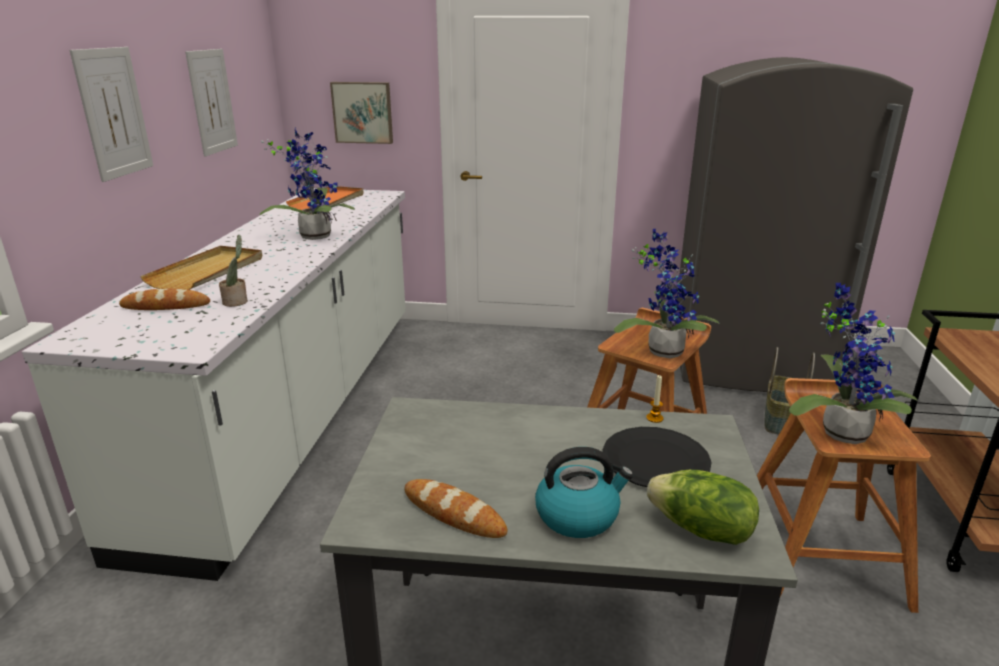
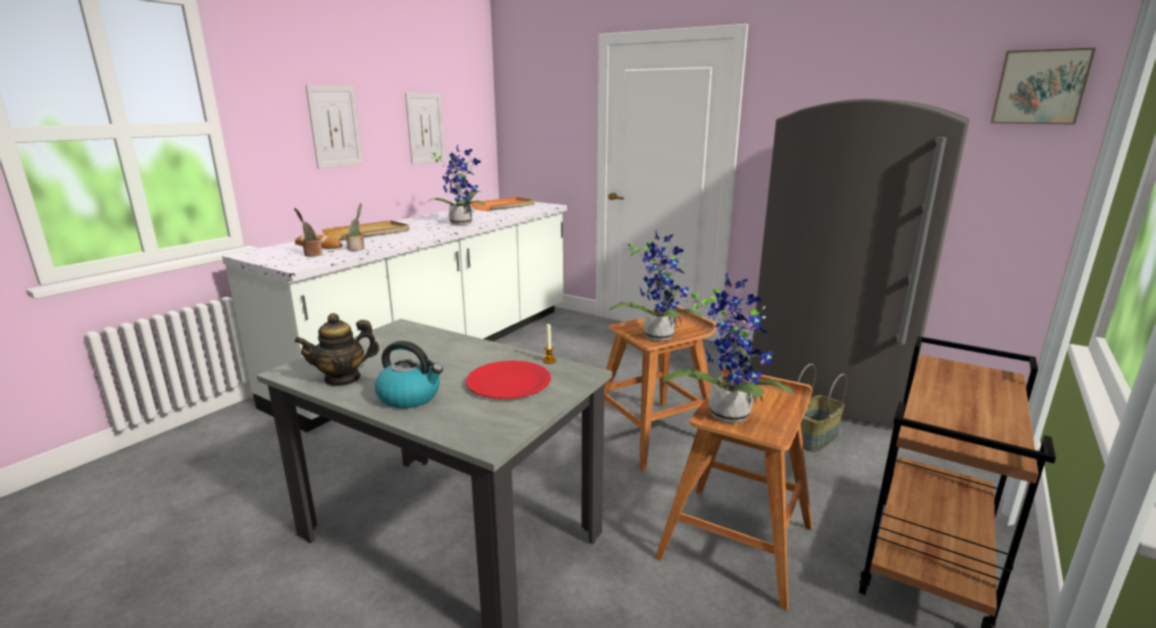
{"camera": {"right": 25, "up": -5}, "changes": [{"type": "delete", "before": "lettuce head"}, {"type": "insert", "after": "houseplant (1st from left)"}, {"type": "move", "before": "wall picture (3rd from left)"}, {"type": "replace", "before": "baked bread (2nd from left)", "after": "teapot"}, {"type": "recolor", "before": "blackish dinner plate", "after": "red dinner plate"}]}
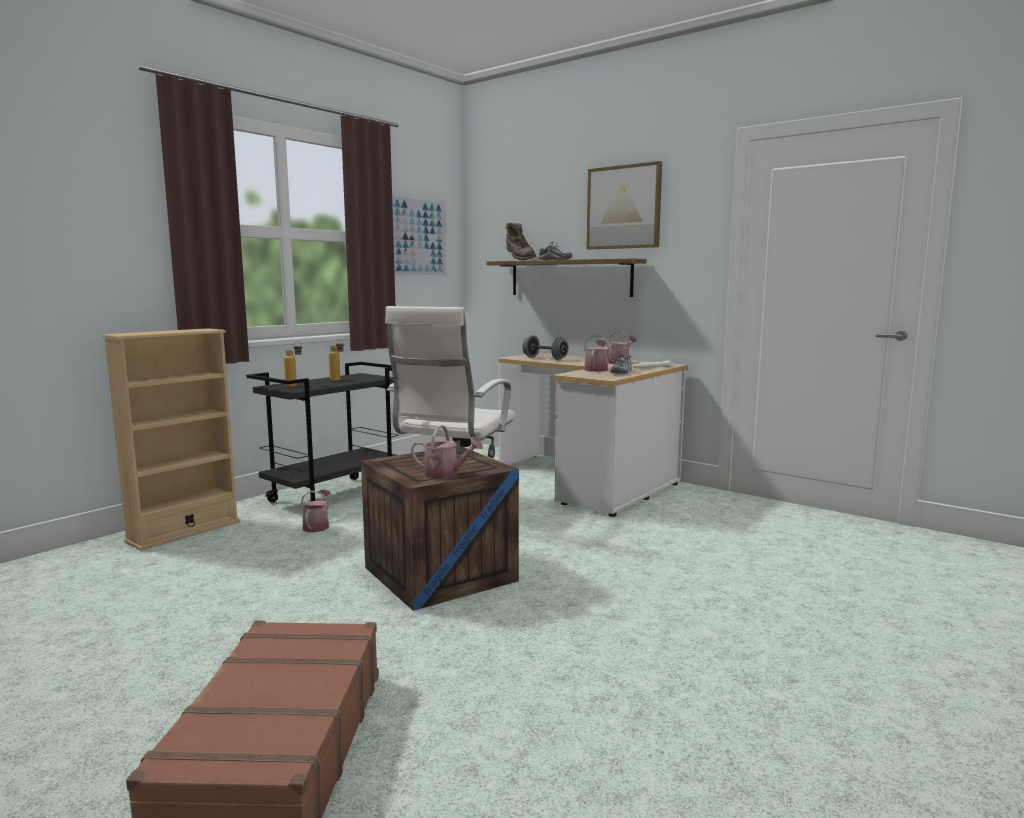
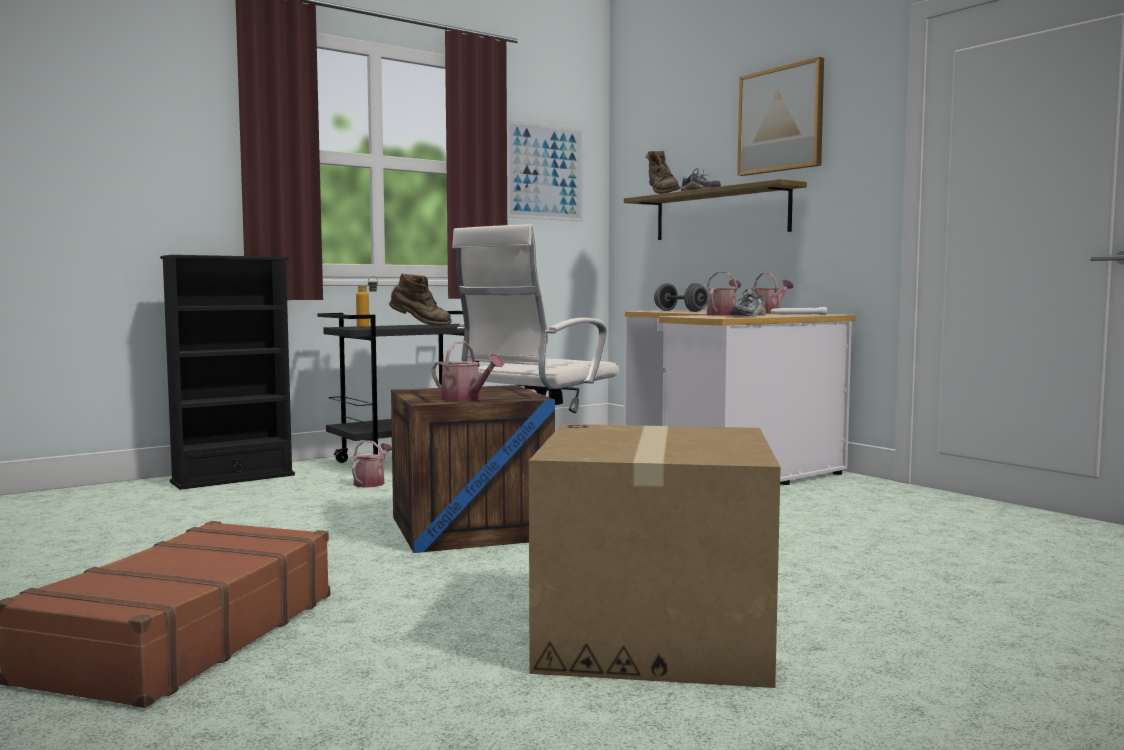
{"camera": {"right": 15, "up": -5}, "changes": [{"type": "insert", "after": "carton"}, {"type": "replace", "before": "beverage bottle (2nd from left)", "after": "brown tall boot (1st from left)"}, {"type": "recolor", "before": "sand-coloured bookcase", "after": "blackish bookcase"}]}
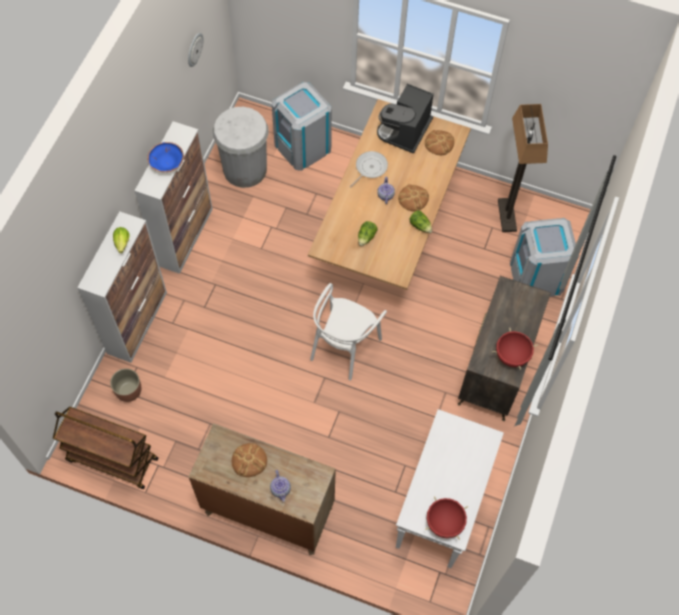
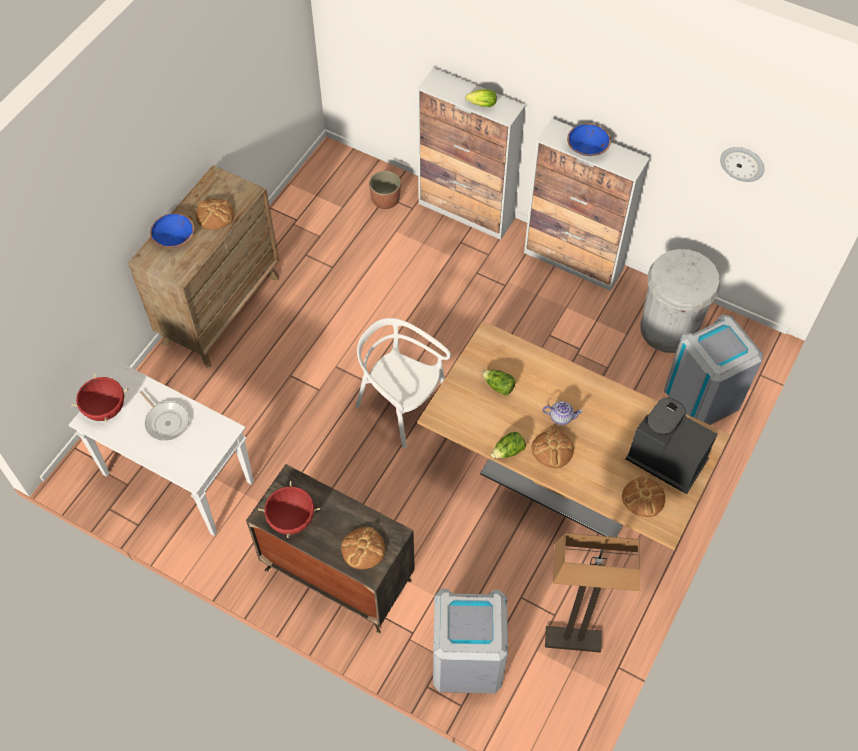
{"camera": {"right": 100, "up": -5}, "changes": [{"type": "delete", "before": "brown wheeled cart"}, {"type": "insert", "after": "baked bread (2nd from left)"}, {"type": "move", "before": "frying pan"}, {"type": "replace", "before": "teapot (1st from left)", "after": "blue deep dish (1st from left)"}]}
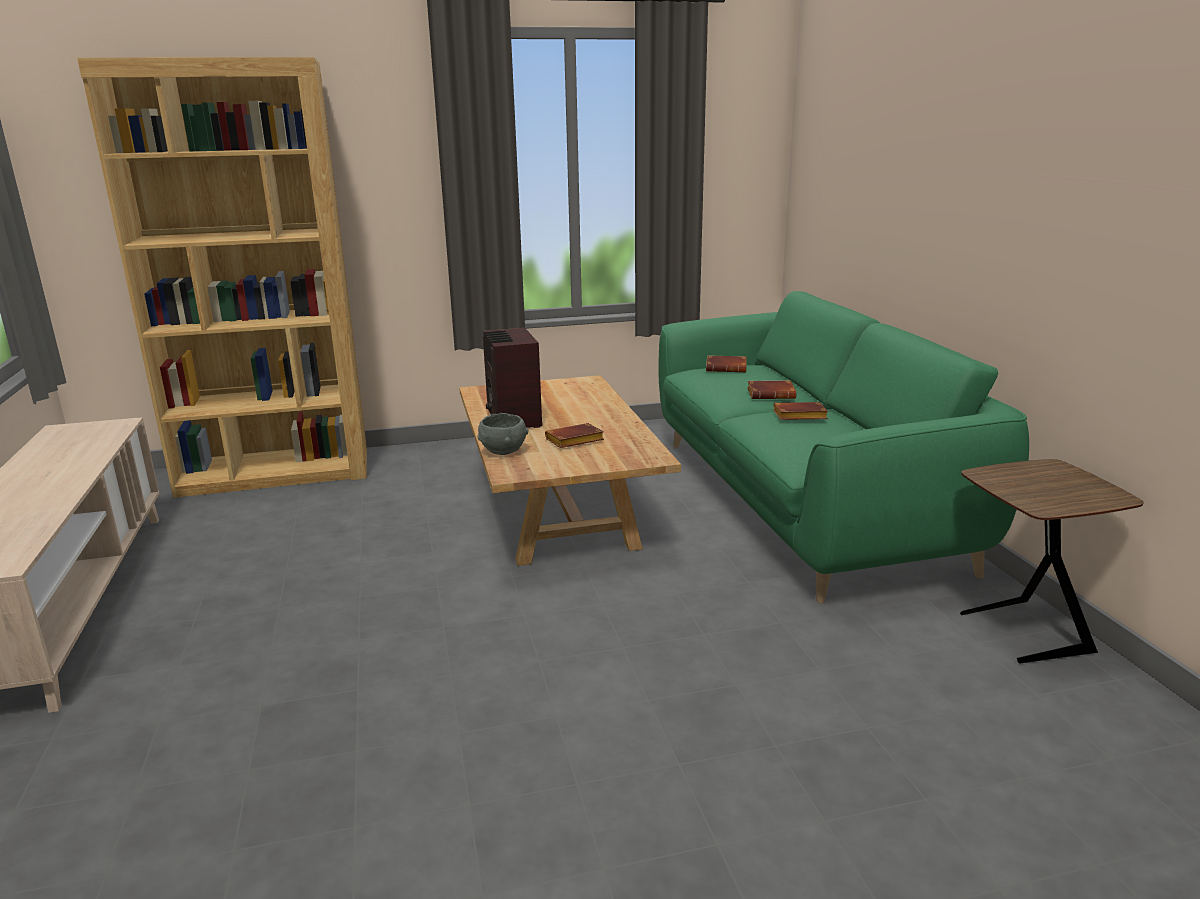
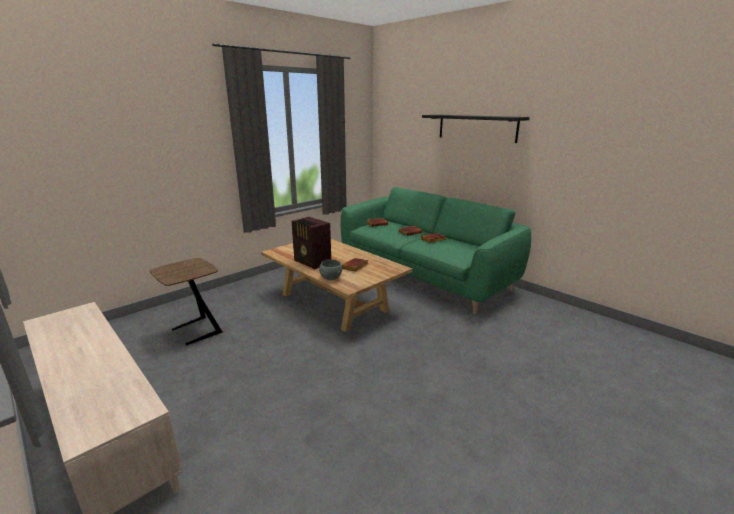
{"camera": {"right": -30, "up": 0}, "changes": [{"type": "delete", "before": "brown bookcase"}, {"type": "insert", "after": "blackish bracket shelf"}, {"type": "move", "before": "brown accent table"}]}
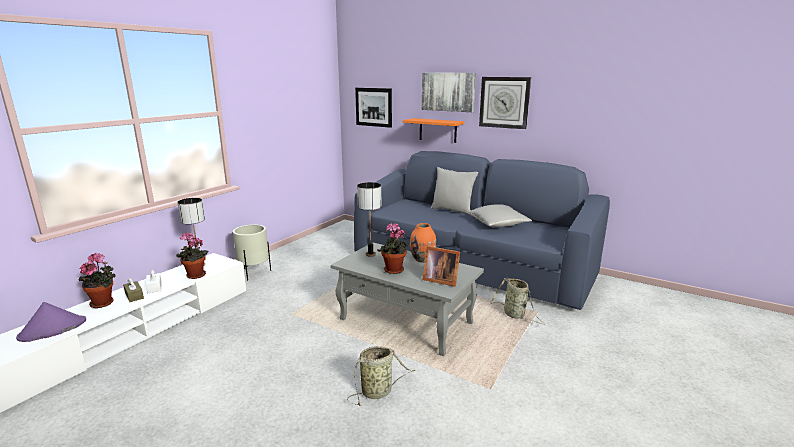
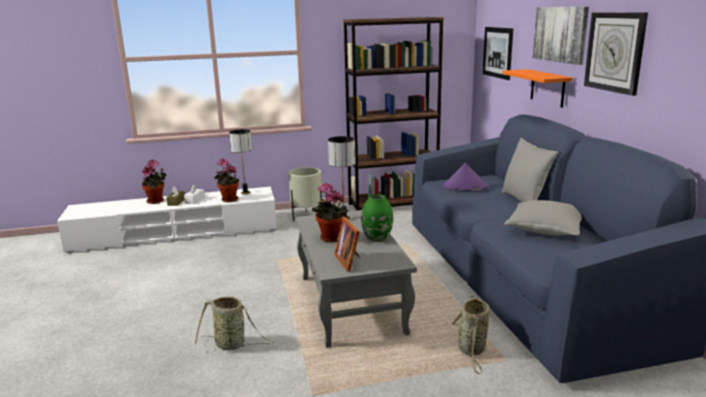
{"camera": {"right": 45, "up": 0}, "changes": [{"type": "insert", "after": "brown bookcase"}, {"type": "move", "before": "purplish hat"}, {"type": "recolor", "before": "orangey flower vase", "after": "green flower vase"}]}
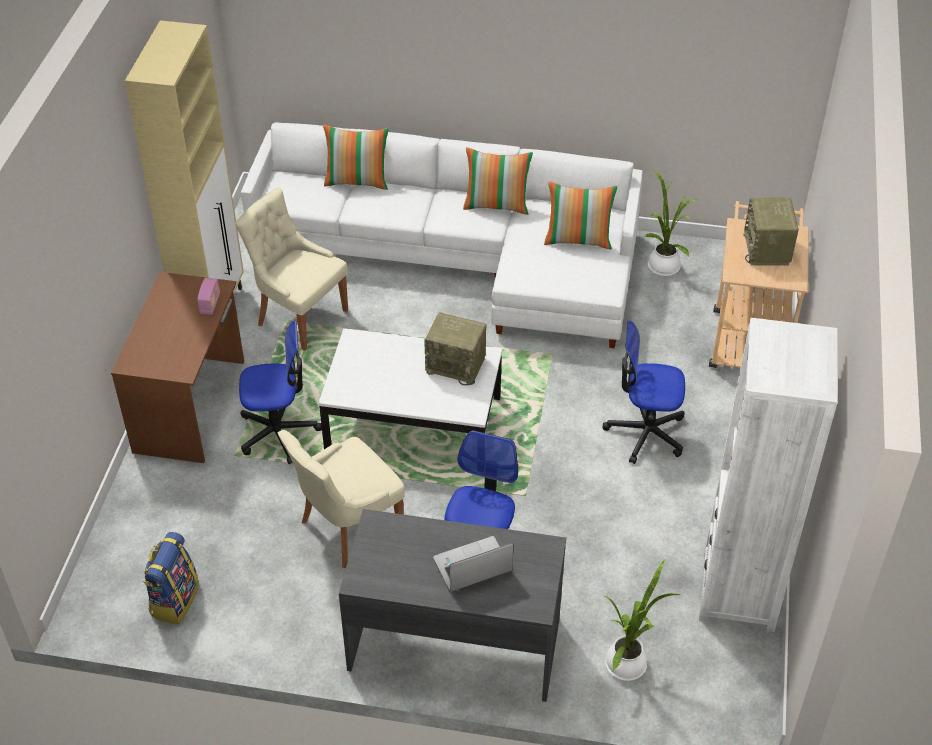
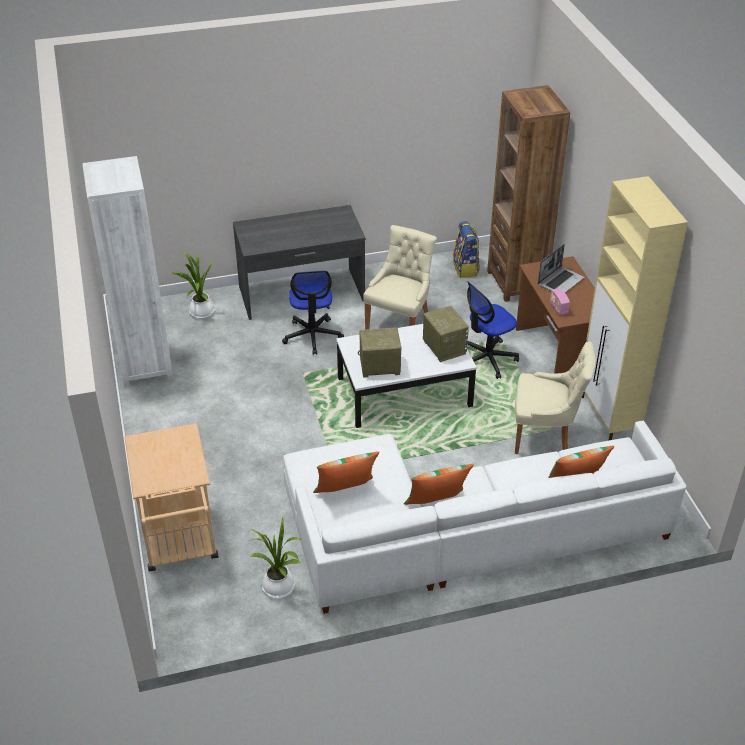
{"camera": {"right": 155, "up": -5}, "changes": [{"type": "delete", "before": "computer chair (3rd from left)"}, {"type": "insert", "after": "brown bookcase"}, {"type": "move", "before": "laptop"}, {"type": "move", "before": "radio (3rd from left in the first image)", "after": "radio (2nd from left)"}]}
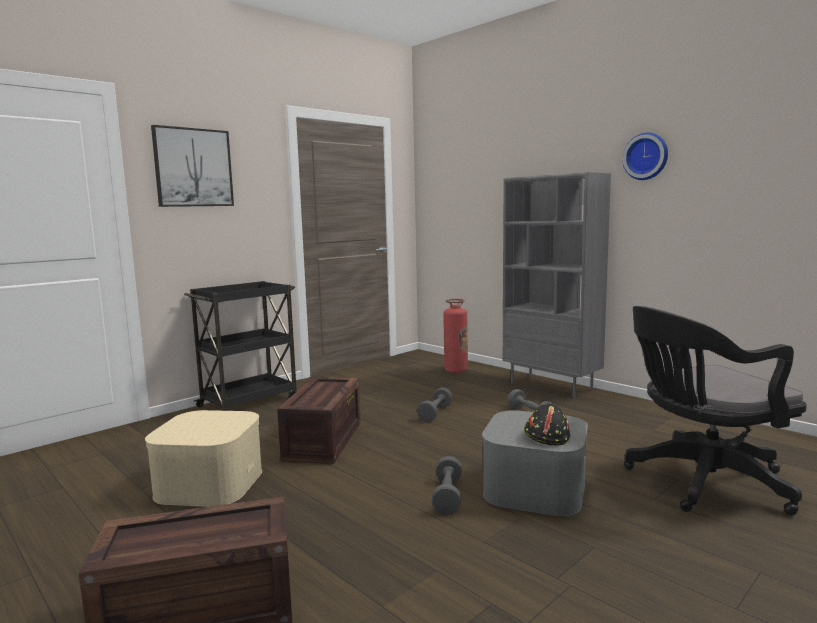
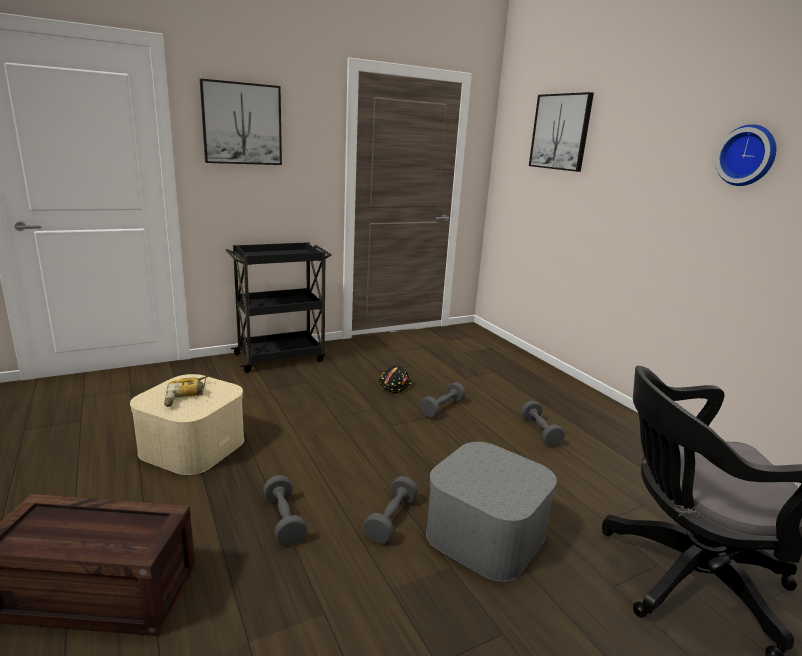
{"camera": {"right": 15, "up": 10}, "changes": [{"type": "delete", "before": "shipping crate (2nd from left)"}, {"type": "delete", "before": "extinguisher"}, {"type": "delete", "before": "grey bookcase"}, {"type": "insert", "after": "electric drill"}, {"type": "insert", "after": "grey hand weight (1st from left)"}, {"type": "insert", "after": "wall picture (2nd from left)"}, {"type": "move", "before": "blackish safety helmet"}]}
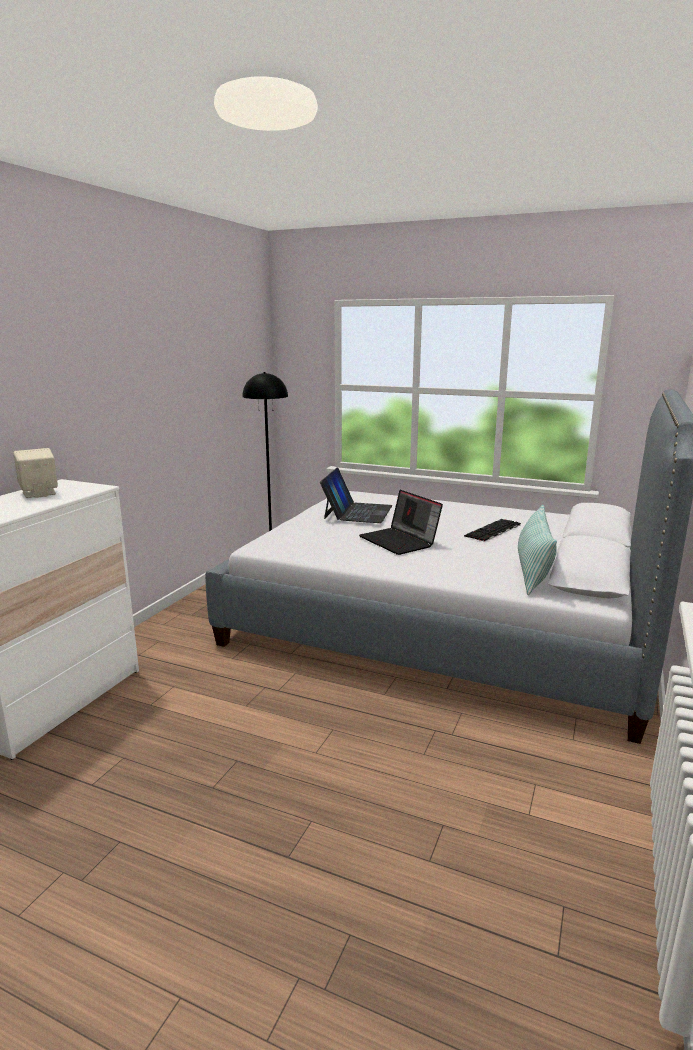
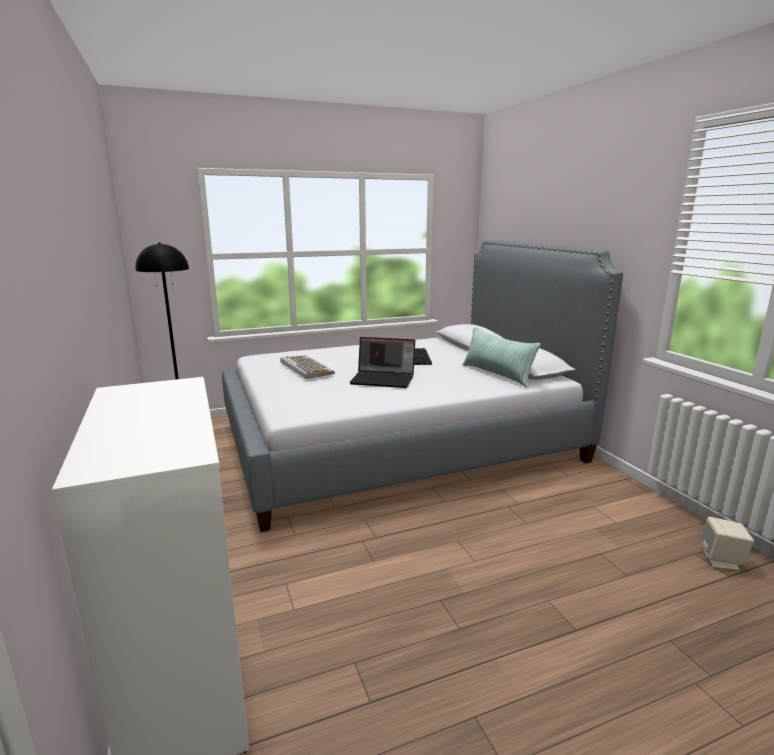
{"camera": {"right": -45, "up": 0}, "changes": [{"type": "move", "before": "sand-coloured speaker"}, {"type": "replace", "before": "laptop (1st from left)", "after": "PC keyboard (1st from left)"}]}
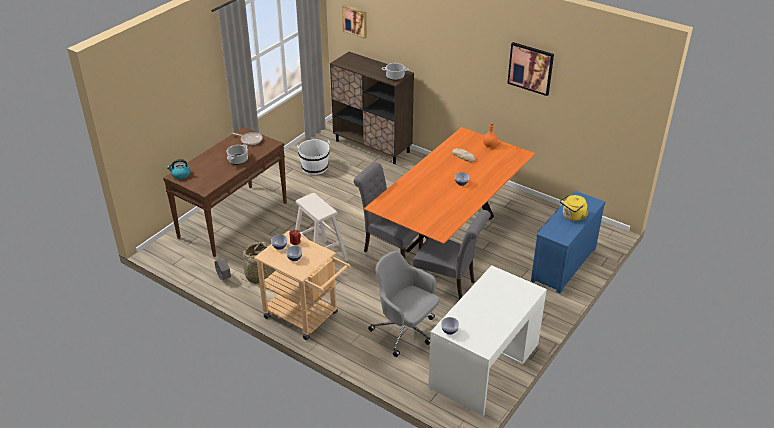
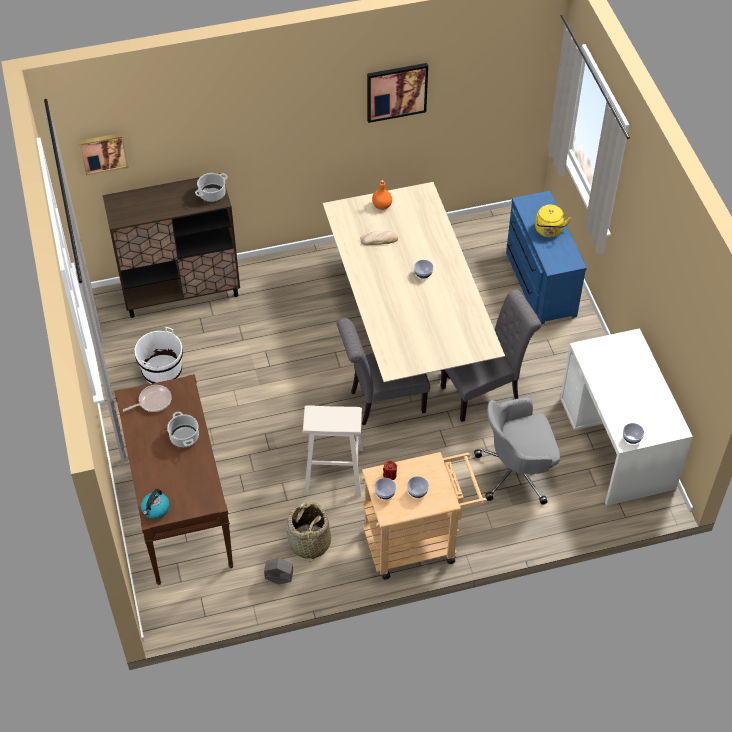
{"camera": {"right": -50, "up": 15}, "changes": [{"type": "recolor", "before": "orangey kitchen table", "after": "sand-coloured kitchen table"}]}
